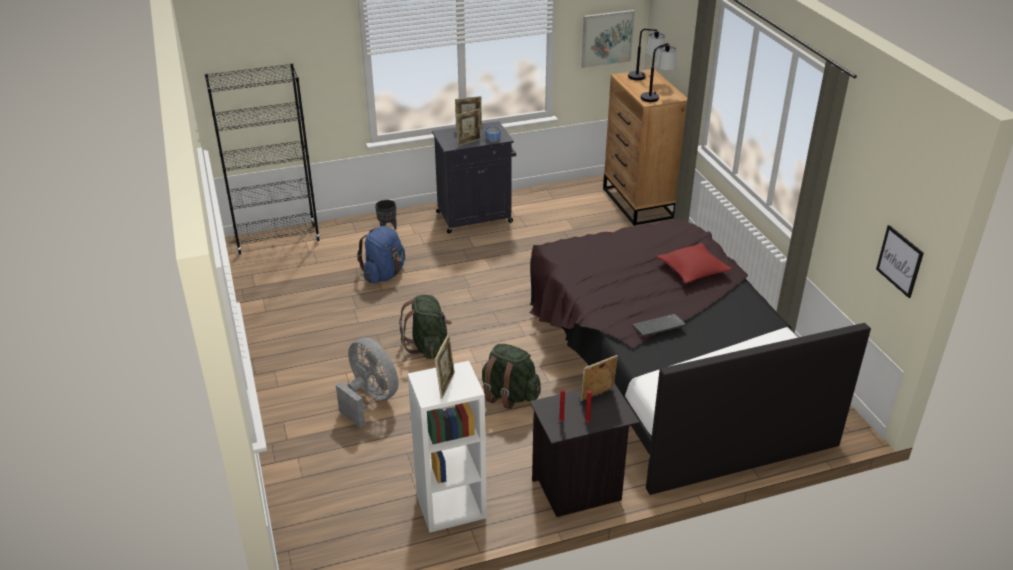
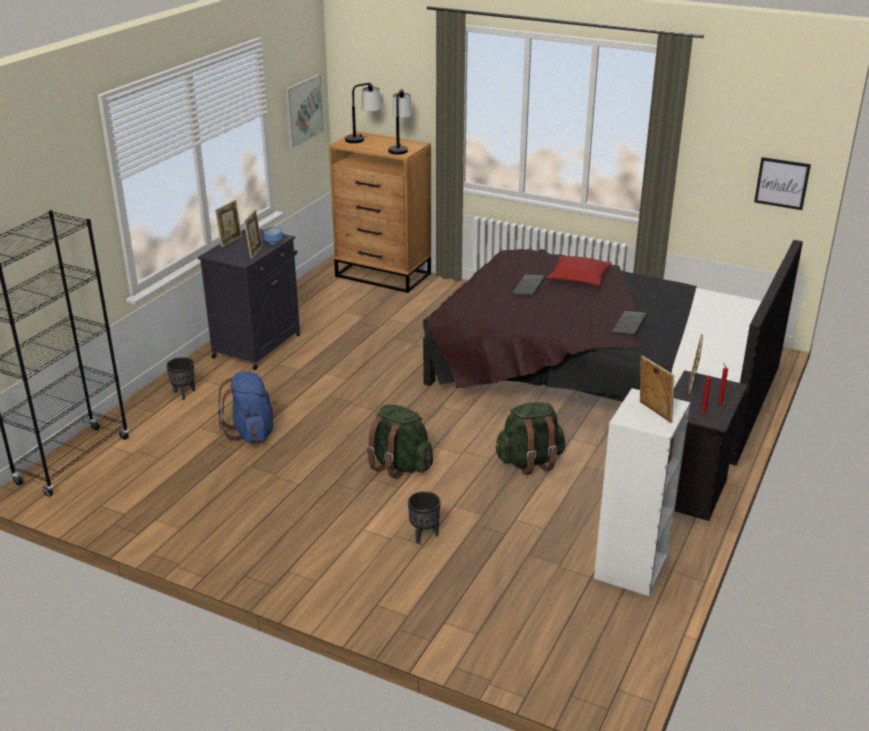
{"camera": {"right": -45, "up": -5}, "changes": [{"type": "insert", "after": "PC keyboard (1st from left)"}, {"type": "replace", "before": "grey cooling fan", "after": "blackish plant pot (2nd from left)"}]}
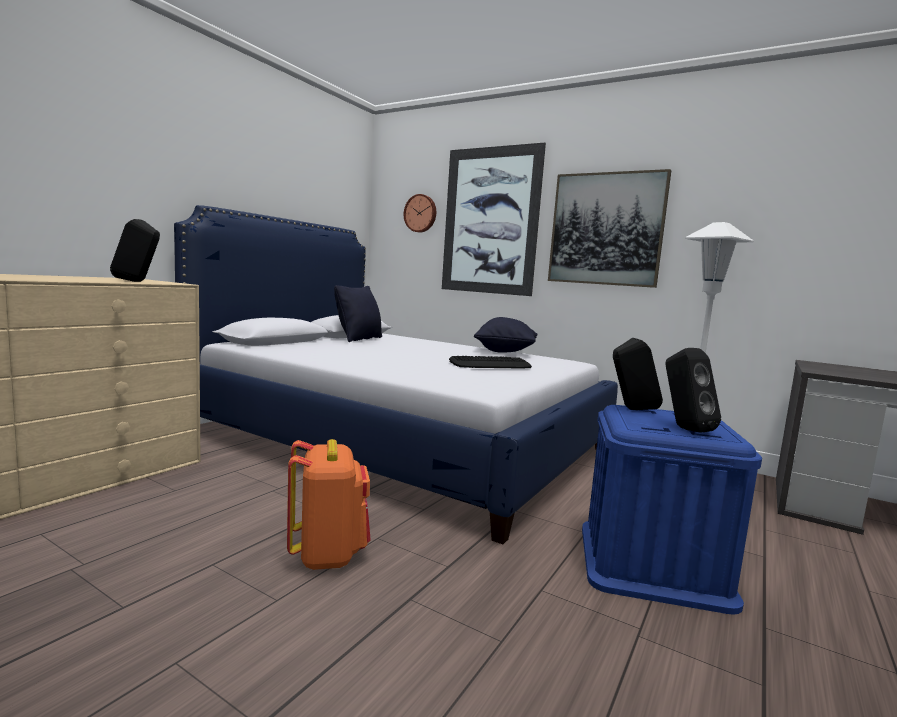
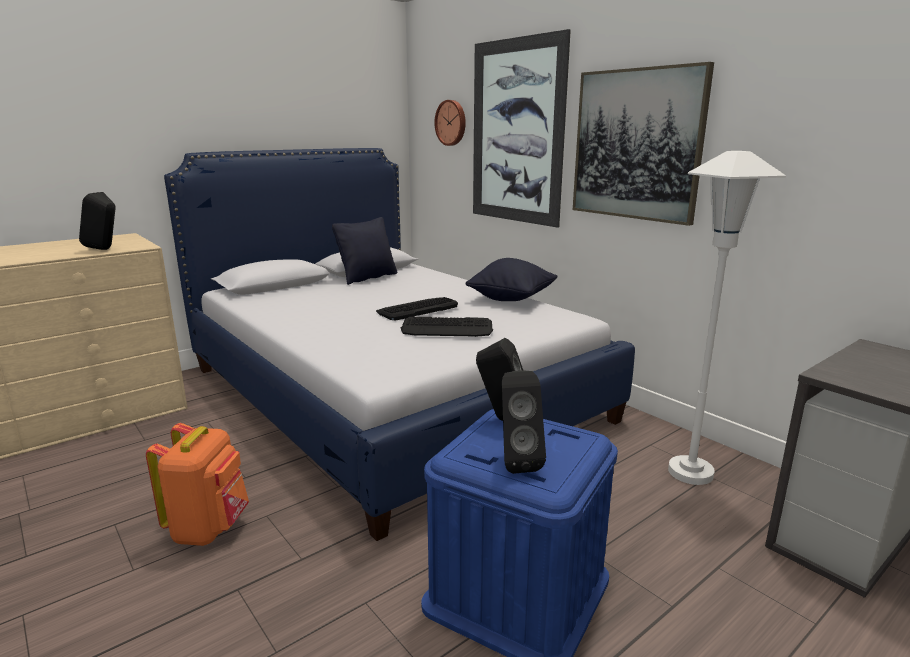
{"camera": {"right": 20, "up": 10}, "changes": [{"type": "insert", "after": "PC keyboard (1st from left)"}]}
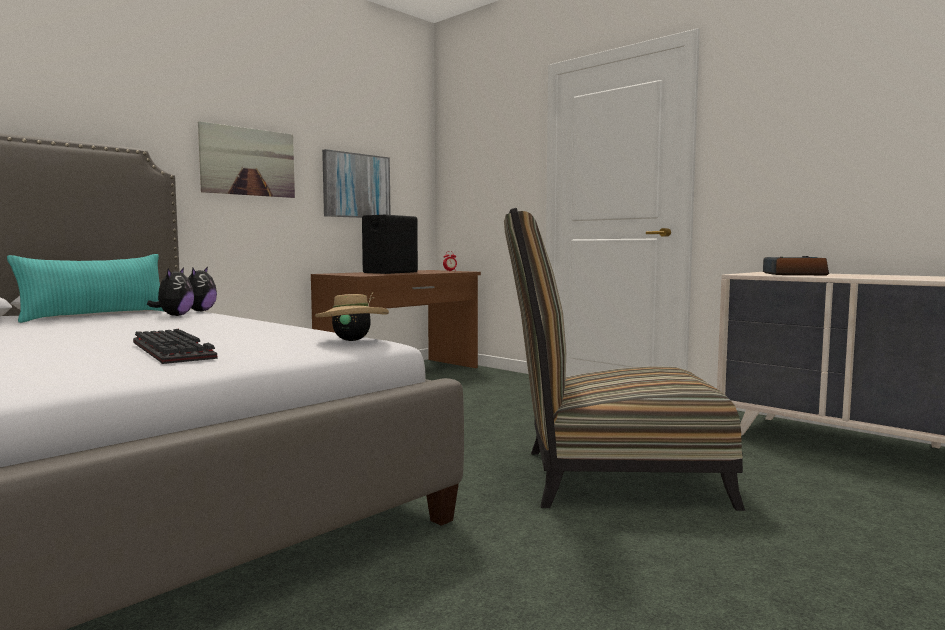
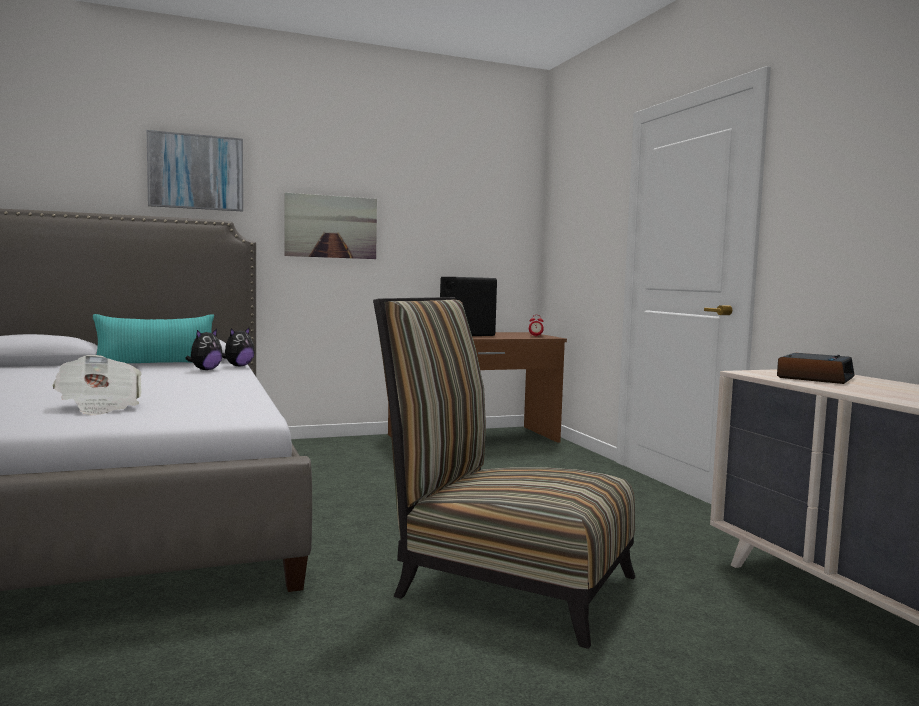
{"camera": {"right": 25, "up": 0}, "changes": [{"type": "delete", "before": "sand-coloured hat"}, {"type": "move", "before": "wall picture (2nd from left in the first image)", "after": "wall picture (1st from left)"}, {"type": "replace", "before": "PC keyboard", "after": "printed paper"}]}
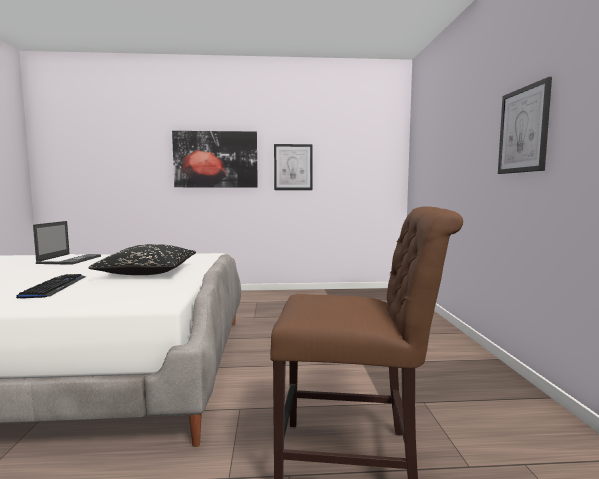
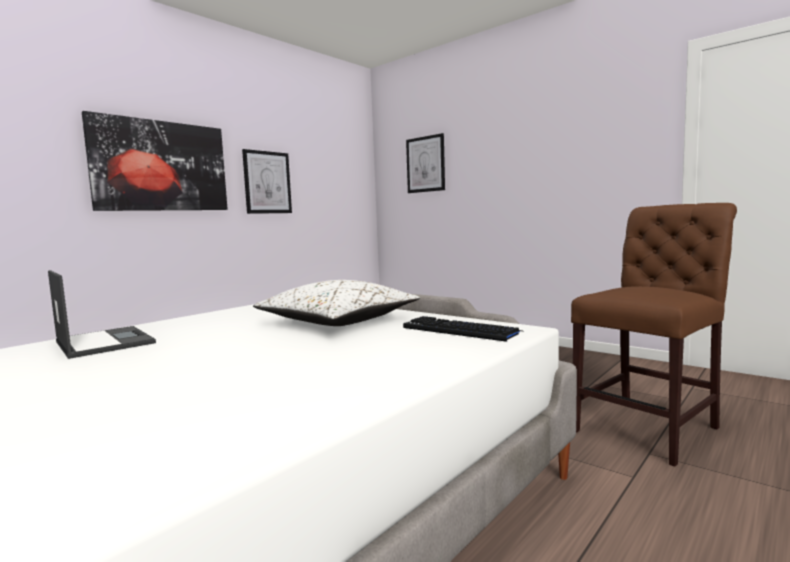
{"camera": {"right": -45, "up": 0}, "changes": [{"type": "move", "before": "PC keyboard"}, {"type": "move", "before": "wall picture (3rd from left)"}, {"type": "recolor", "before": "blackish throw pillow", "after": "white throw pillow"}]}
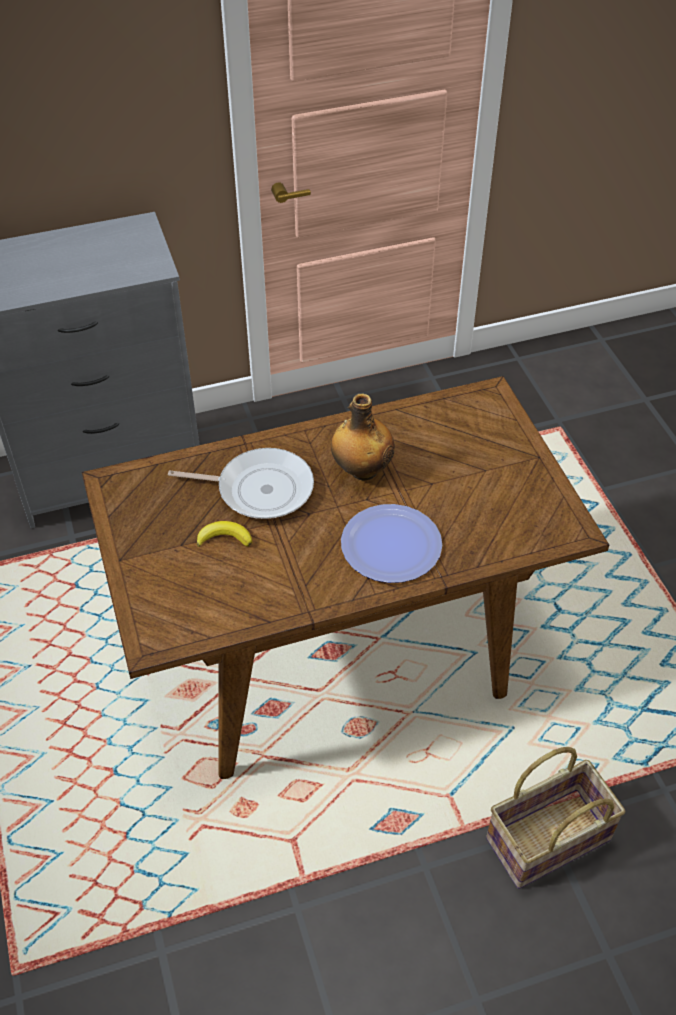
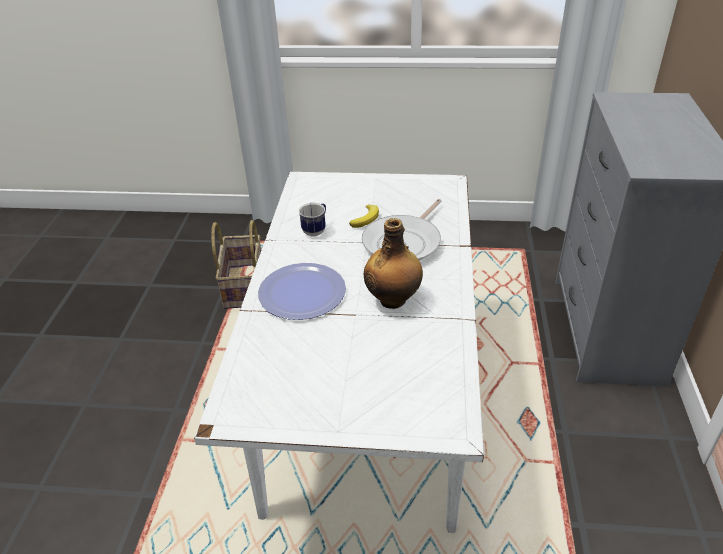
{"camera": {"right": 115, "up": -10}, "changes": [{"type": "insert", "after": "mug"}, {"type": "move", "before": "basket"}, {"type": "recolor", "before": "brown kitchen table", "after": "white kitchen table"}]}
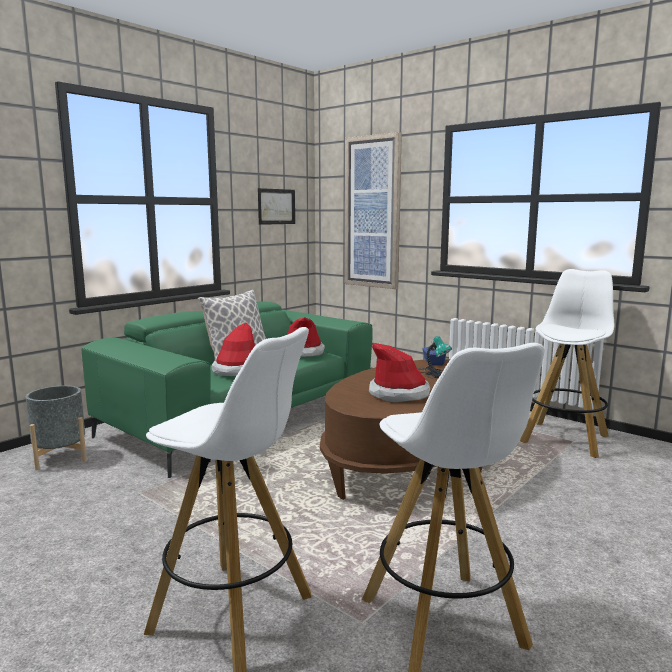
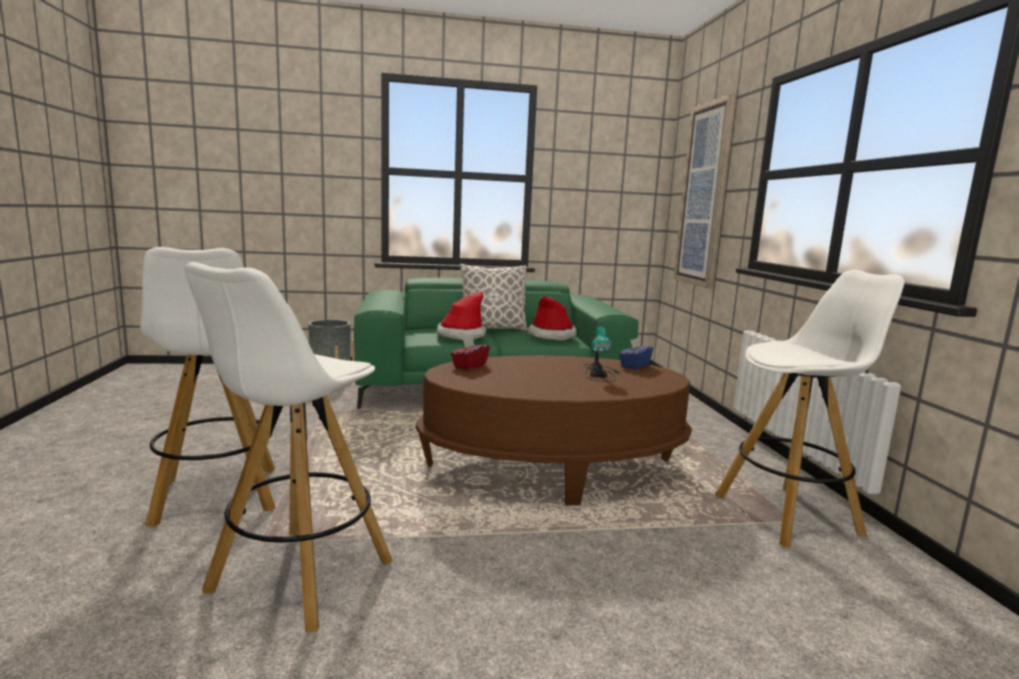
{"camera": {"right": 40, "up": 0}, "changes": [{"type": "delete", "before": "wall picture (1st from left)"}, {"type": "delete", "before": "hat (3rd from left)"}, {"type": "insert", "after": "red tissue box"}]}
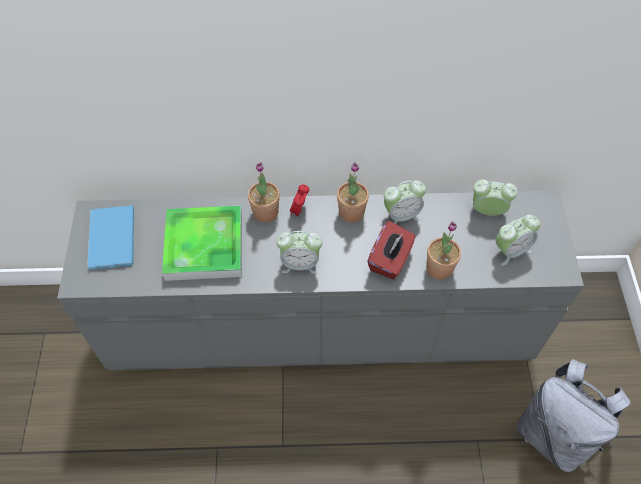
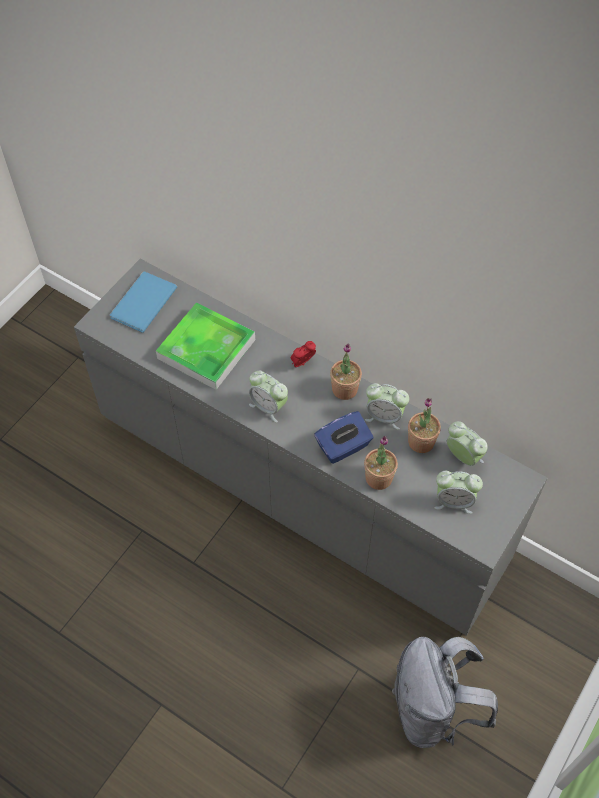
{"camera": {"right": 35, "up": 0}, "changes": [{"type": "move", "before": "houseplant (1st from left in the first image)", "after": "houseplant (3rd from left)"}, {"type": "recolor", "before": "red tissue box", "after": "blue tissue box"}]}
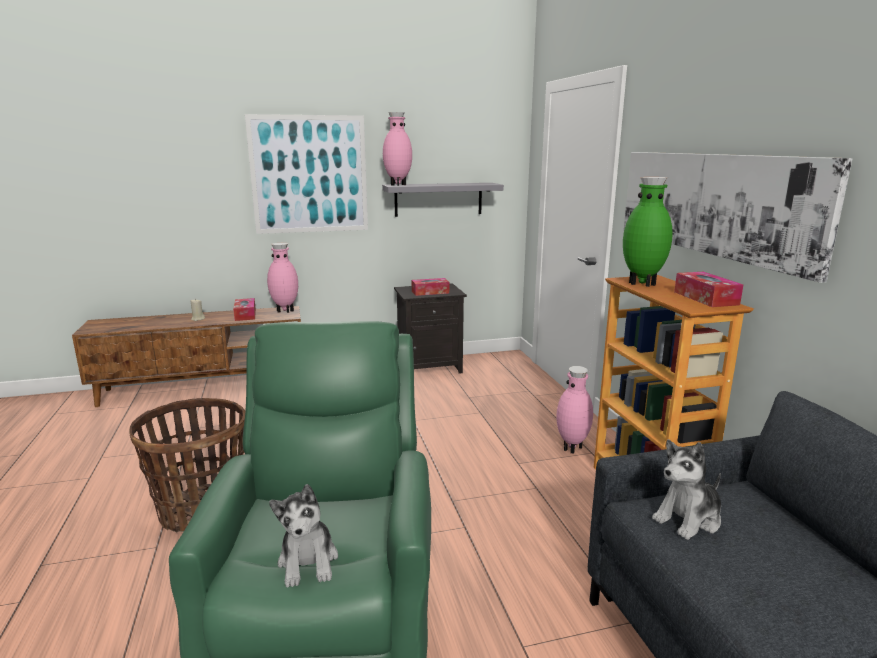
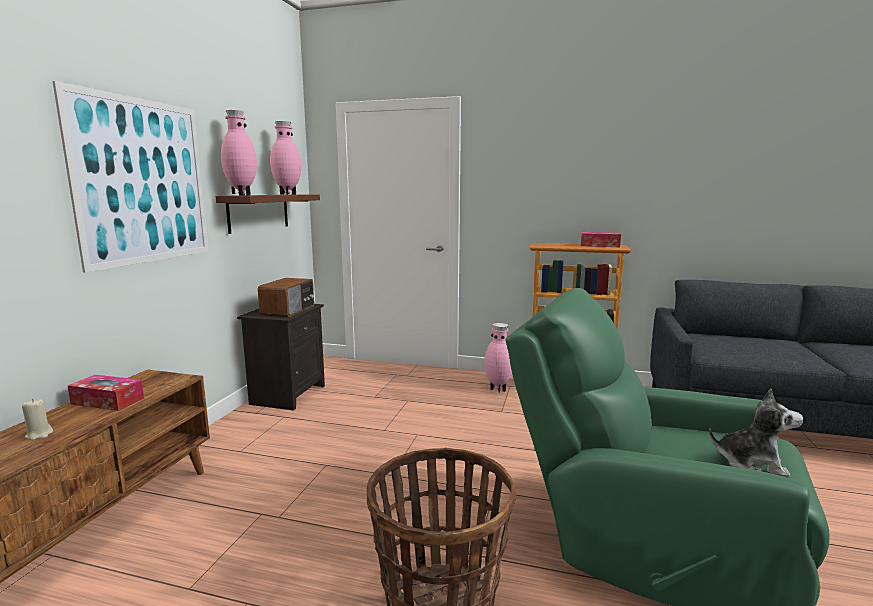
{"camera": {"right": -60, "up": -5}, "changes": [{"type": "delete", "before": "wall picture (2nd from left)"}, {"type": "delete", "before": "green flower vase"}, {"type": "delete", "before": "cuddly toy (2nd from left)"}, {"type": "move", "before": "pink-coloured flower vase (1st from left in the first image)", "after": "pink-coloured flower vase (2nd from left)"}, {"type": "replace", "before": "tissue box (2nd from left)", "after": "radio"}, {"type": "recolor", "before": "grey bracket shelf", "after": "brown bracket shelf"}]}
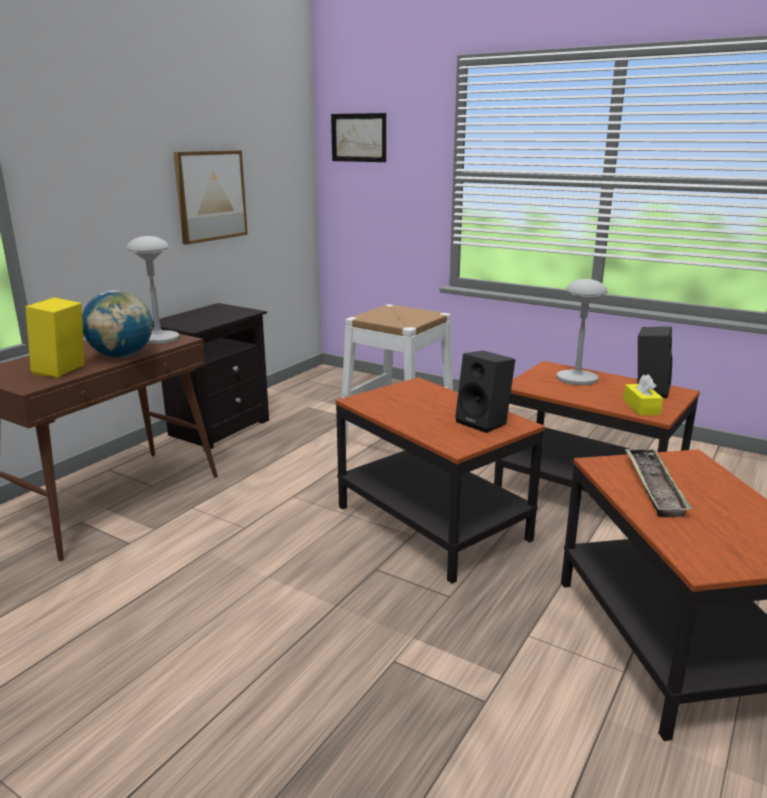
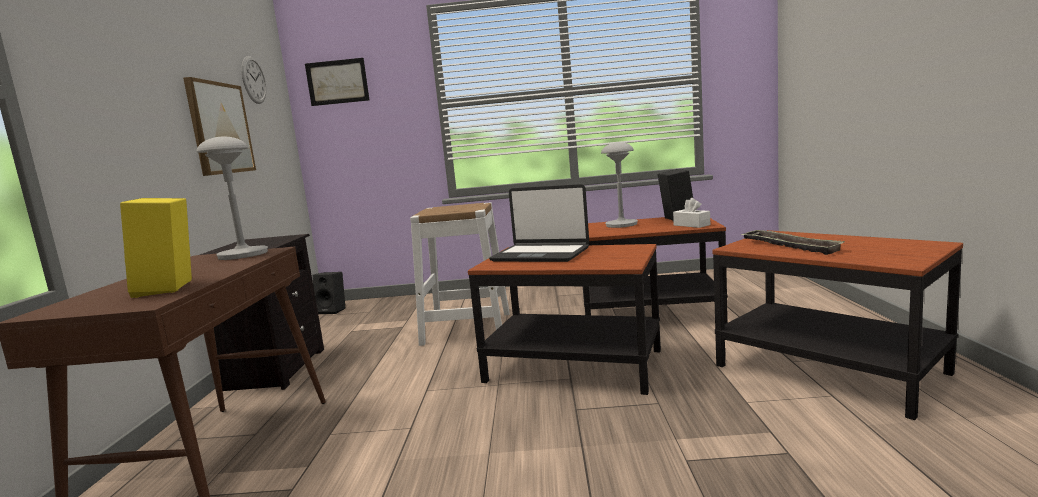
{"camera": {"right": -30, "up": -10}, "changes": [{"type": "delete", "before": "desk globe"}, {"type": "insert", "after": "hanging clock"}, {"type": "insert", "after": "laptop"}, {"type": "move", "before": "blackish speaker (1st from left)"}, {"type": "recolor", "before": "yellow tissue box", "after": "white tissue box"}]}
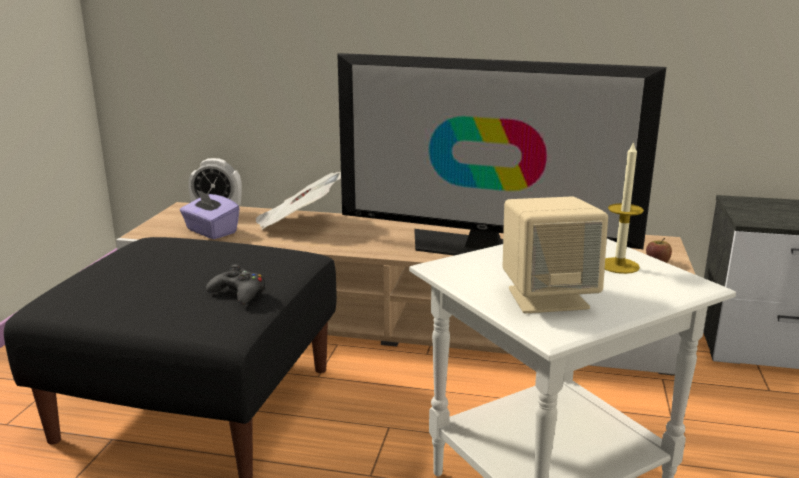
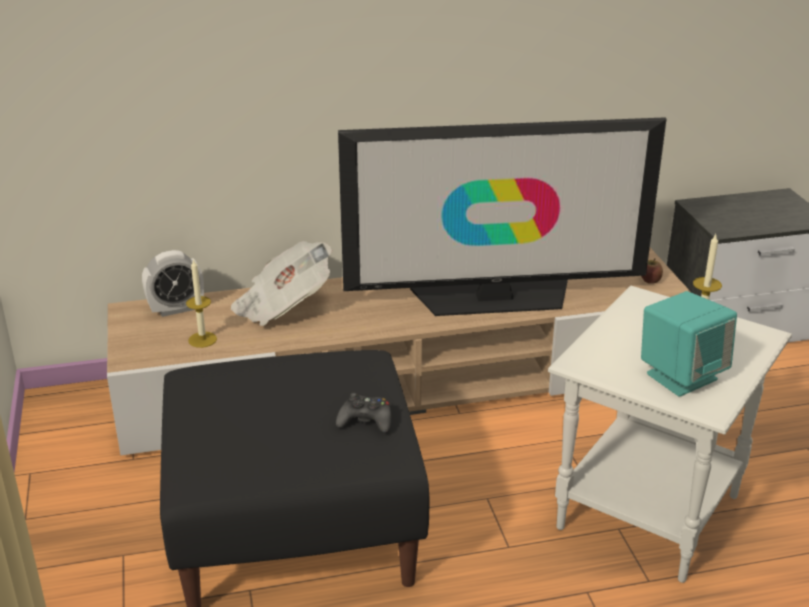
{"camera": {"right": -25, "up": 10}, "changes": [{"type": "replace", "before": "purplish tissue box", "after": "wax candle (1st from left)"}, {"type": "recolor", "before": "sand-coloured speaker", "after": "blue-green speaker"}]}
